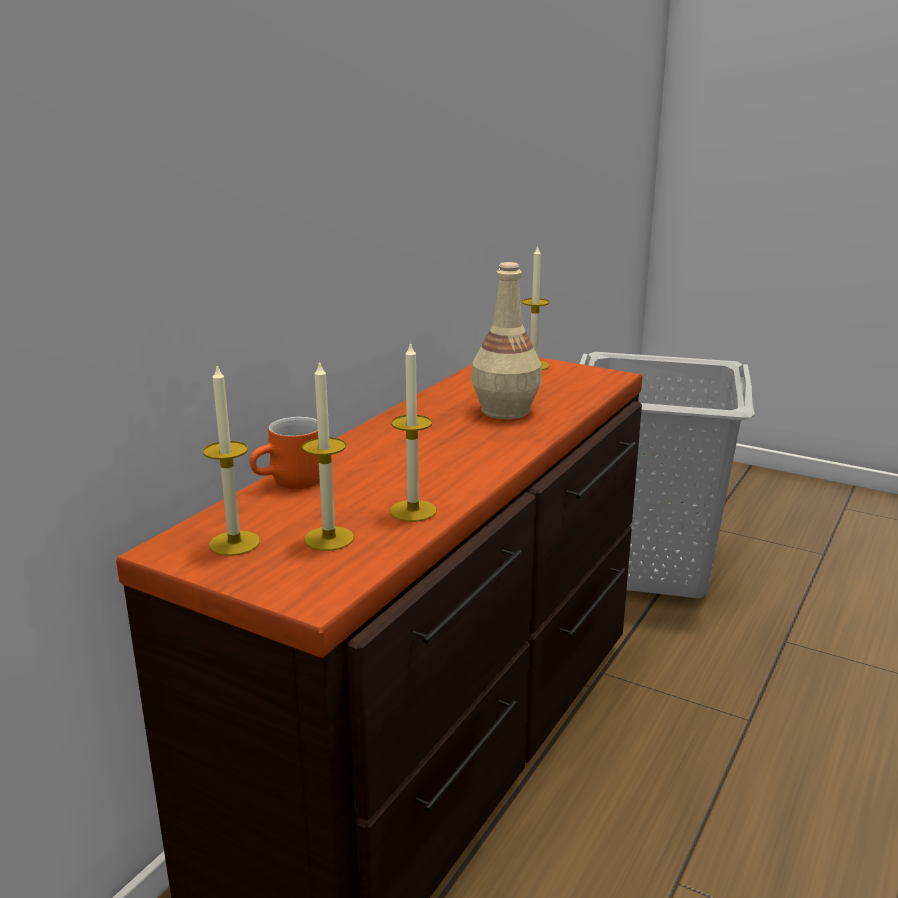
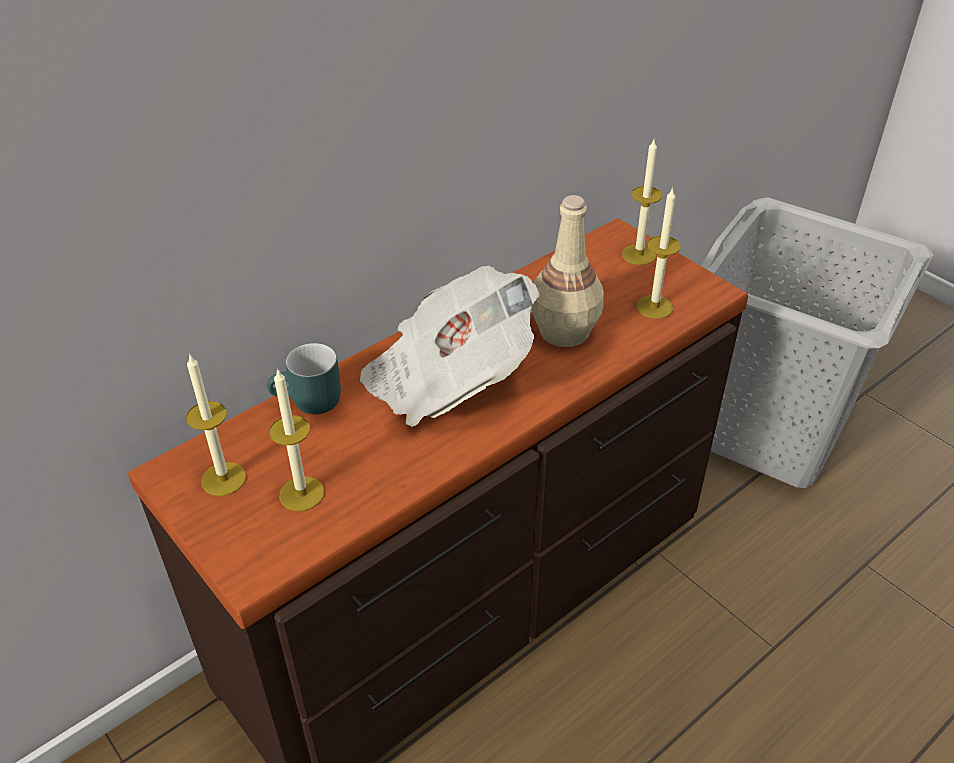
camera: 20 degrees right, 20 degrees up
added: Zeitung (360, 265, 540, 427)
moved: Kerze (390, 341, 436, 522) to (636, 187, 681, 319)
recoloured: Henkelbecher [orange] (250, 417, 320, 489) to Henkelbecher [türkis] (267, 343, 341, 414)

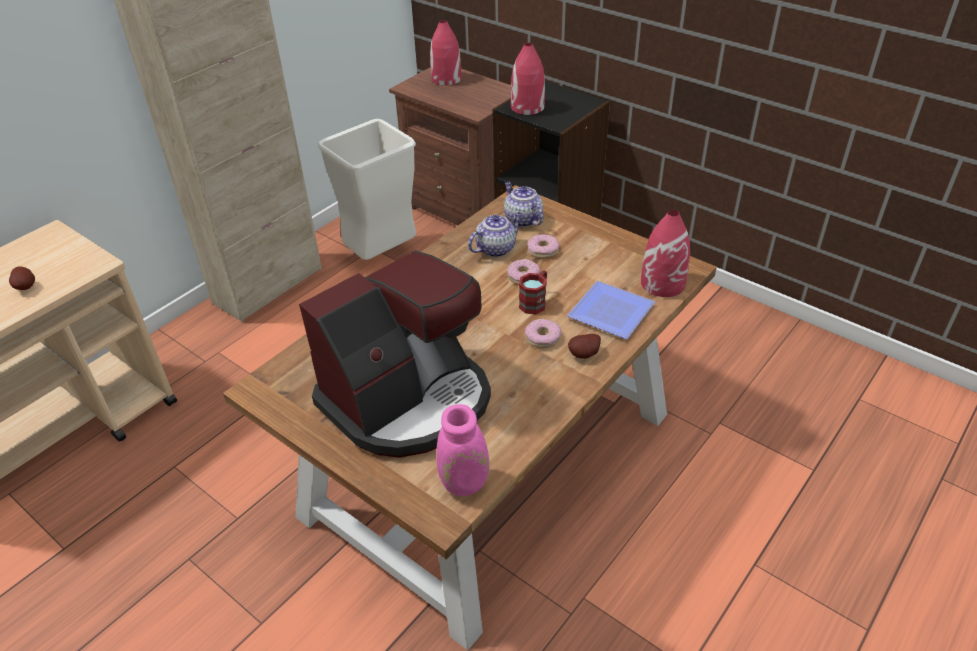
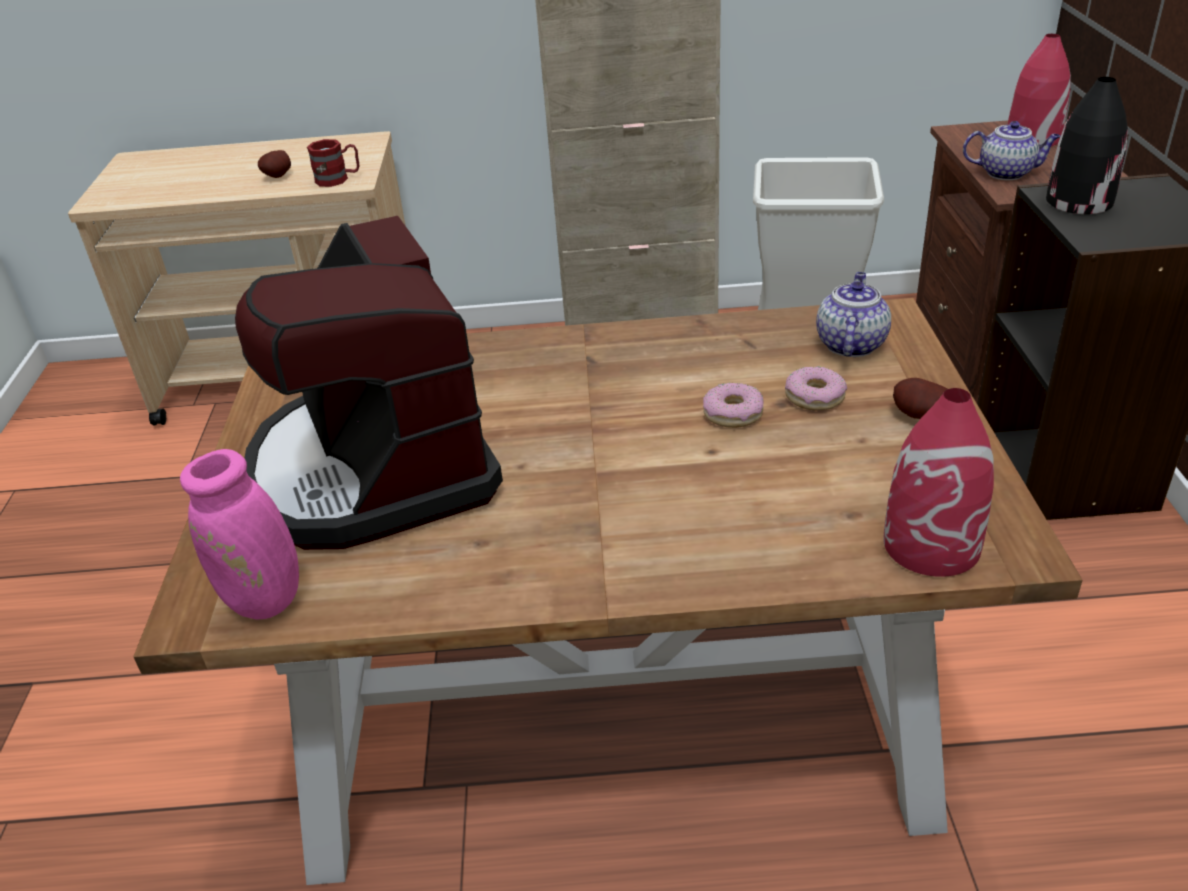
camera: 50 degrees right, 5 degrees down
removed: Teller (567, 281, 655, 339); Donut (525, 319, 561, 348)
moved: Teekanne (468, 212, 522, 257) to (963, 121, 1060, 180); Henkelbecher [rot] (519, 270, 547, 314) to (307, 139, 360, 187); Kartoffel (568, 334, 601, 359) to (893, 378, 947, 419)
recoloured: Vase [rot] (511, 43, 545, 115) to Vase [schwarz] (1046, 77, 1128, 214)
turned: Kaffeemaschine (299, 251, 491, 458) = (235, 216, 503, 550) 60 degrees clockwise

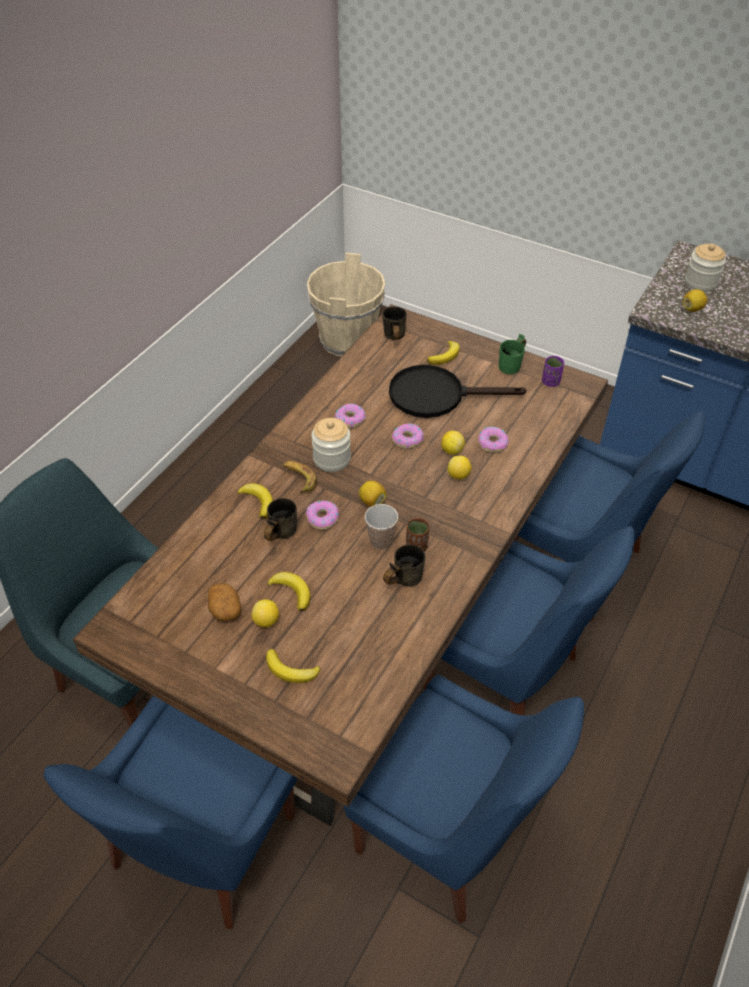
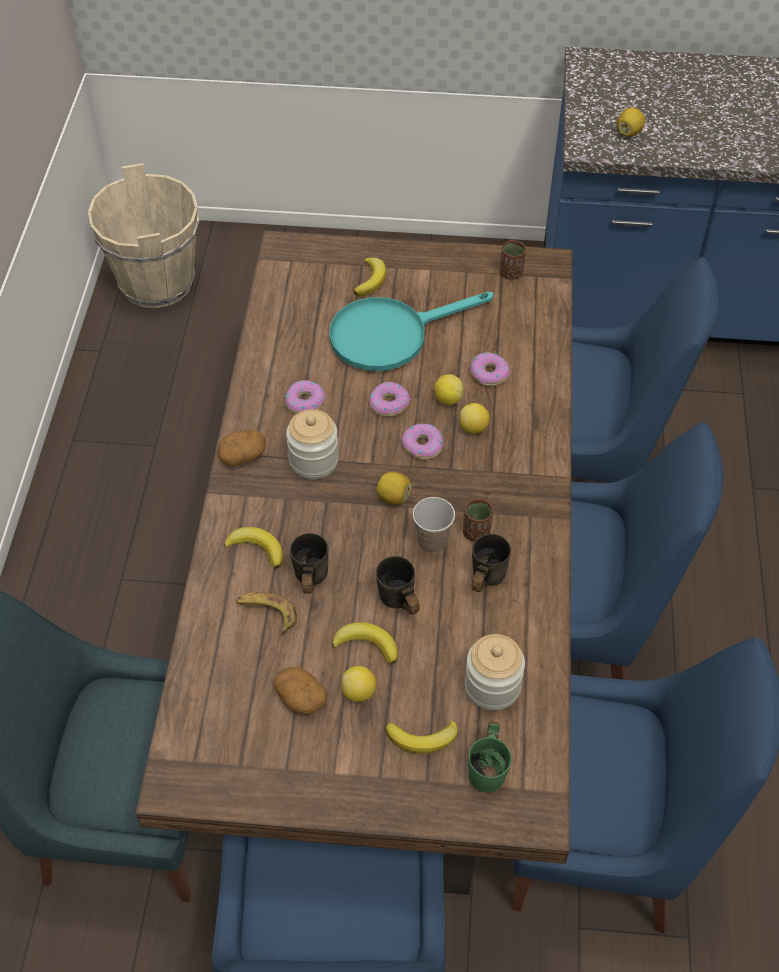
camera: 25 degrees left, 5 degrees up
added: Kartoffel (217, 430, 266, 466)
moved: Vorratsglas (685, 244, 726, 292) to (465, 634, 525, 711); Henkelbecher [grau] (382, 306, 406, 340) to (376, 556, 420, 615); Henkelbecher [grün] (499, 334, 526, 374) to (468, 721, 512, 792); Banane (283, 461, 317, 493) to (236, 592, 297, 635); Donut (306, 501, 339, 530) to (401, 423, 443, 459)
recoloured: Tasse [lila] (542, 356, 564, 387) to Tasse [braun] (500, 240, 526, 280); Pfanne [schwarz] (389, 365, 527, 418) to Pfanne [türkis] (329, 292, 494, 371)

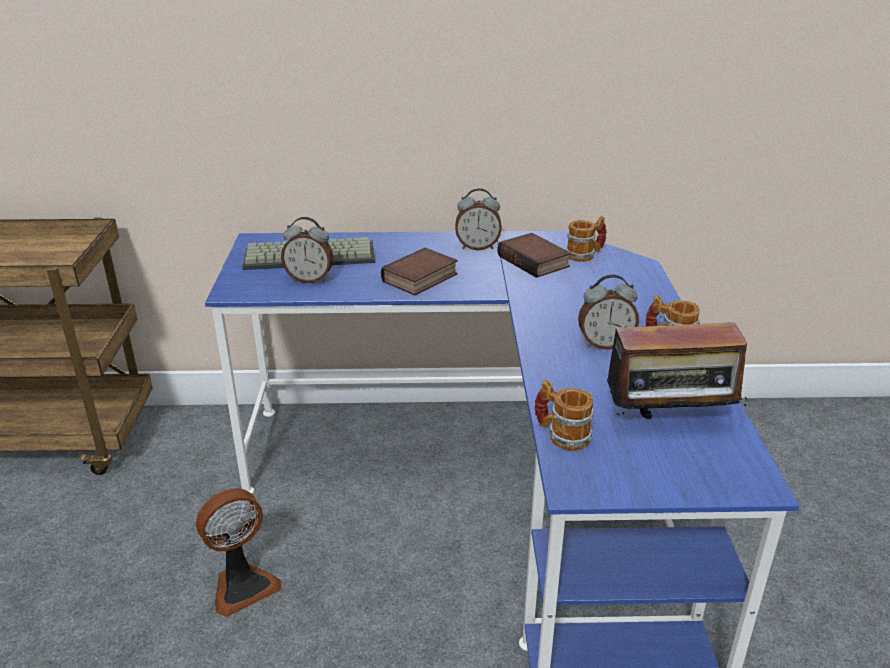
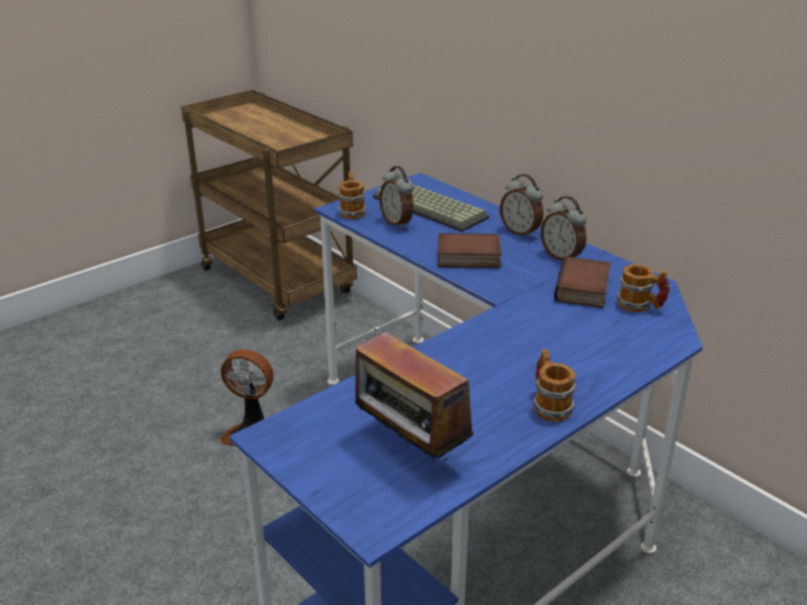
camera: 50 degrees right, 0 degrees up
moved: Wecker (578, 274, 639, 350) to (500, 174, 543, 238); Henkelbecher (534, 380, 593, 451) to (339, 172, 366, 219)

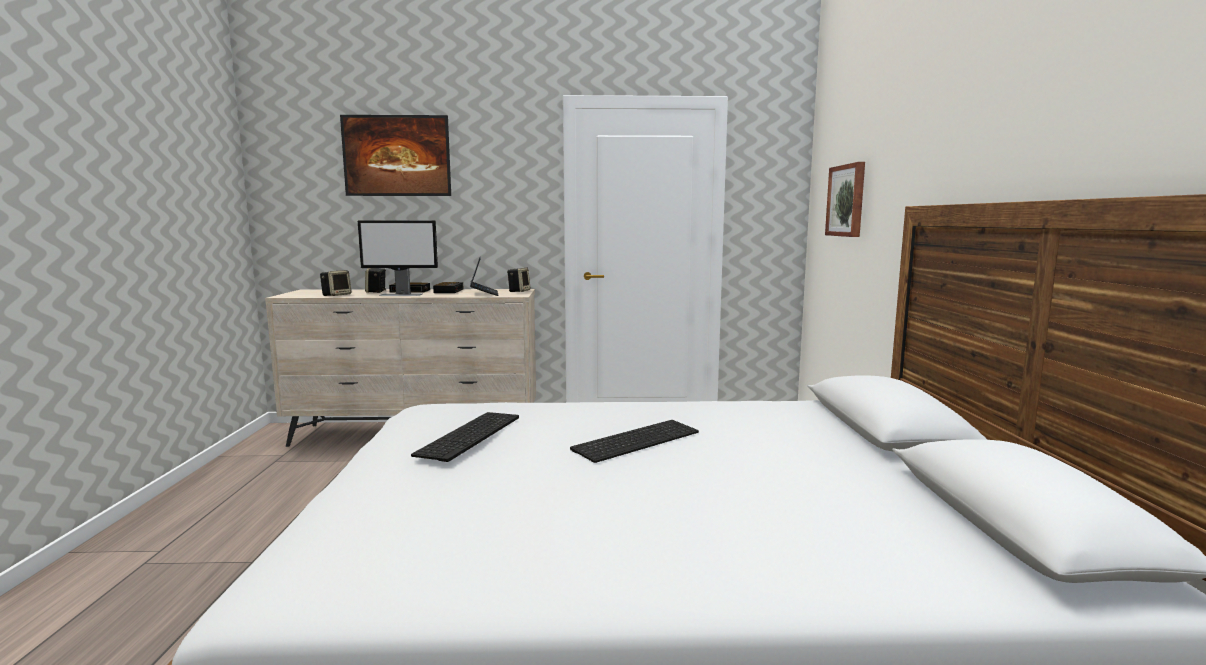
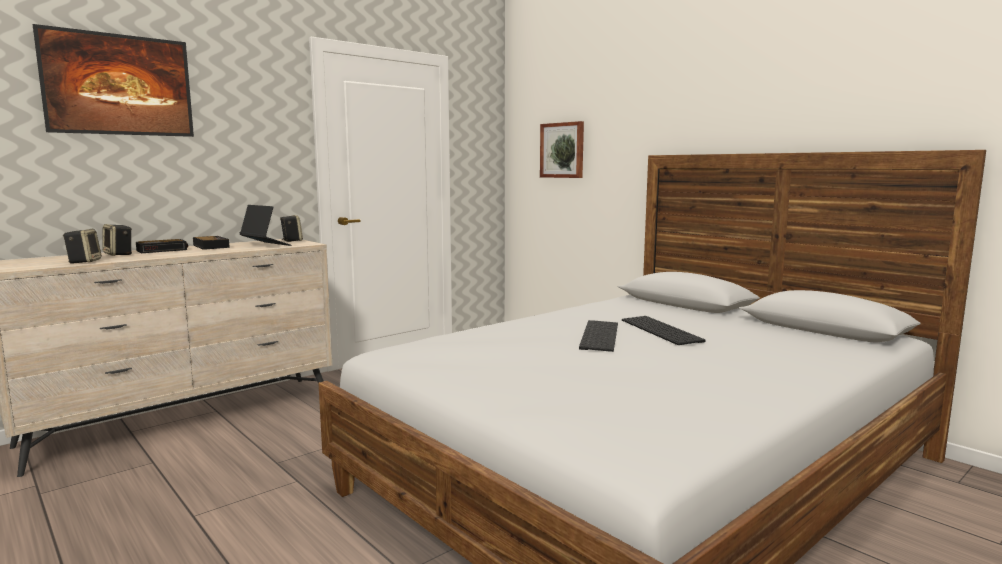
camera: 40 degrees left, 0 degrees up
removed: Monitor (358, 220, 438, 296)
moved: Tastatur (411, 412, 519, 462) to (622, 316, 705, 345)

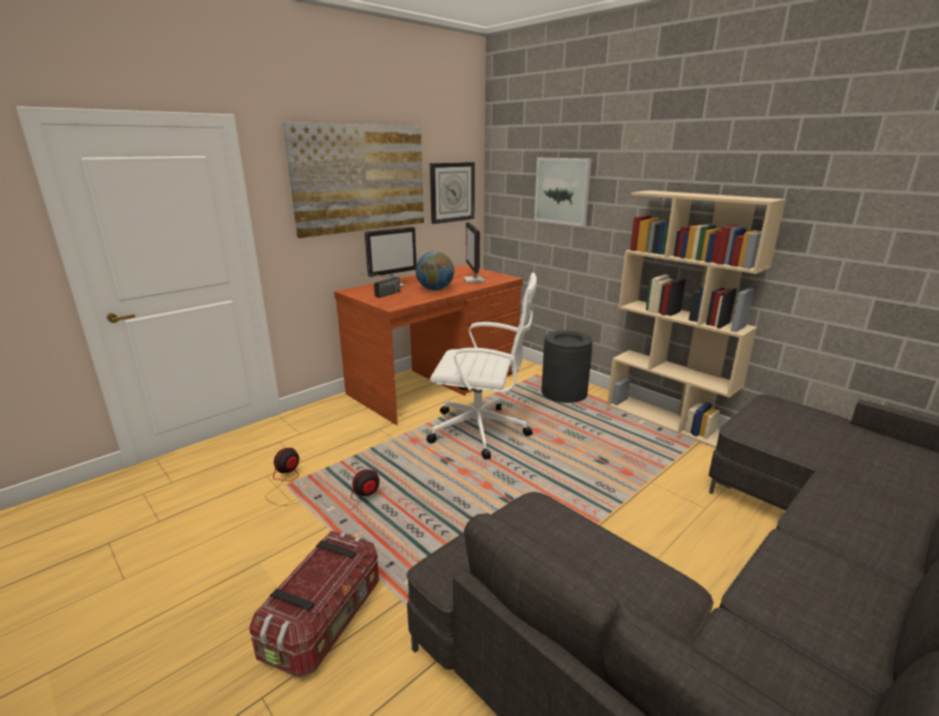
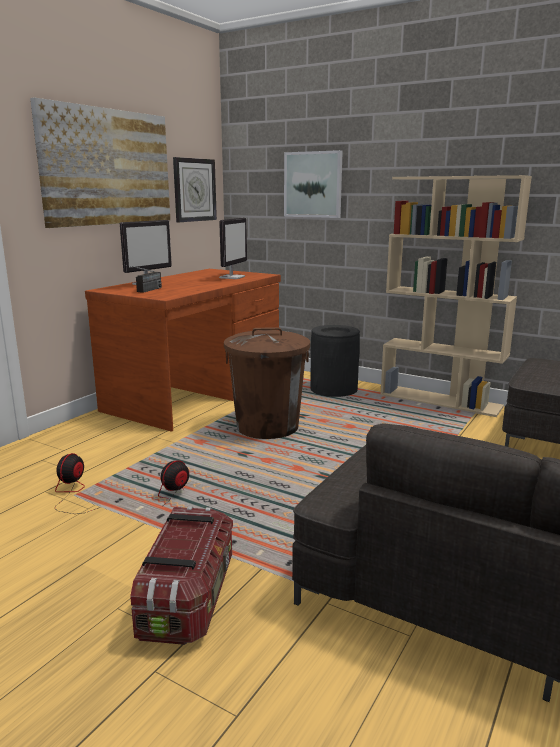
camera: 15 degrees left, 5 degrees down
removed: Globus (416, 251, 454, 290)
replaced: Bürostuhl [weiß] (426, 273, 537, 459) to Mülleimer [braun] (224, 327, 310, 439)
turned: Monitor (464, 222, 485, 283) = (219, 218, 247, 279) 135 degrees counterclockwise

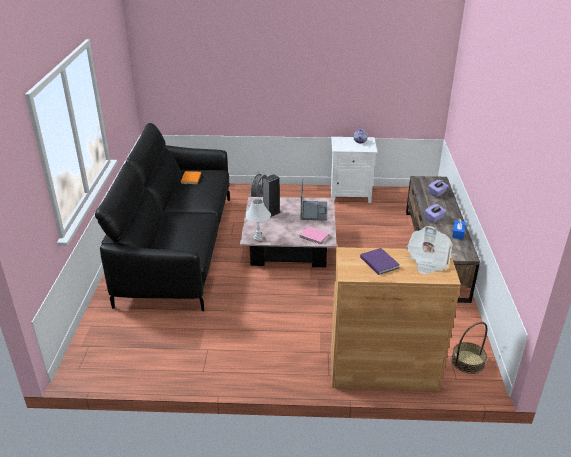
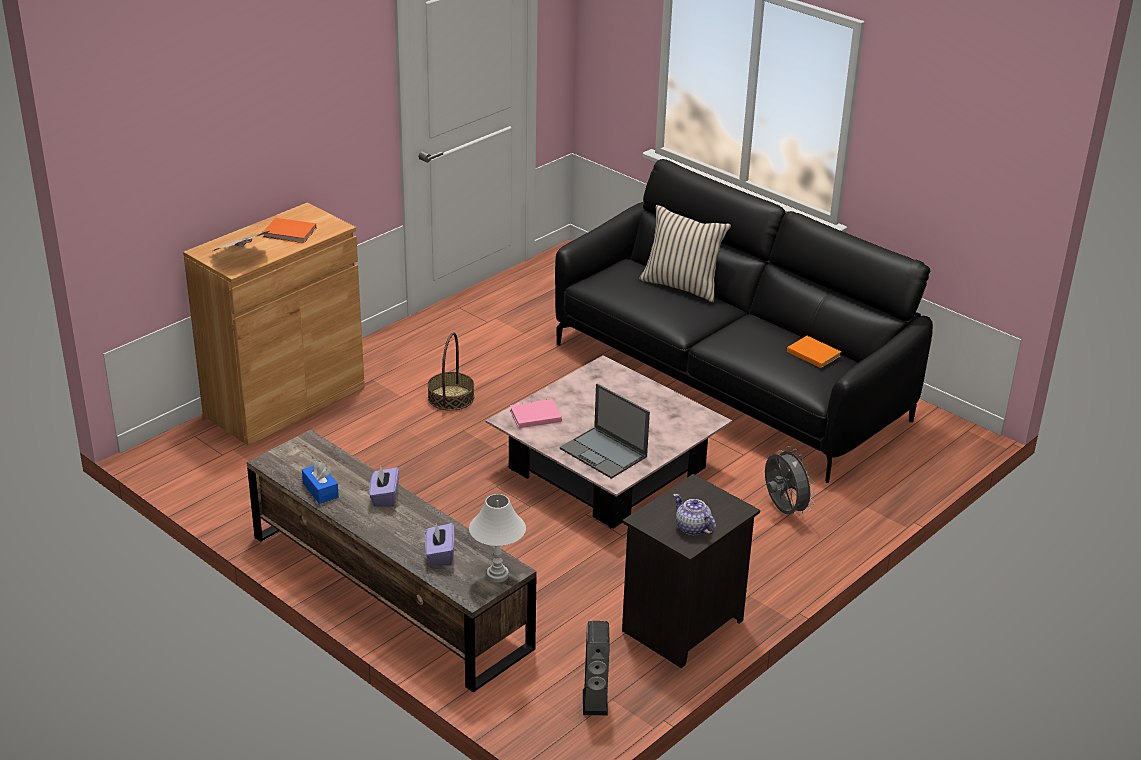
camera: 130 degrees right, 0 degrees up
added: Kissen [beige] (639, 205, 731, 302)
moved: Lautsprecher (262, 174, 281, 217) to (583, 621, 610, 716); Tischlampe [weiß] (245, 199, 271, 241) to (469, 494, 526, 582); Korb (451, 322, 487, 374) to (427, 332, 474, 411)
recoloured: Nachttisch [weiß] (331, 137, 377, 203) to Nachttisch [schwarz] (622, 474, 760, 668); Buch [lila] (360, 248, 400, 275) to Buch [orange] (262, 218, 316, 243)

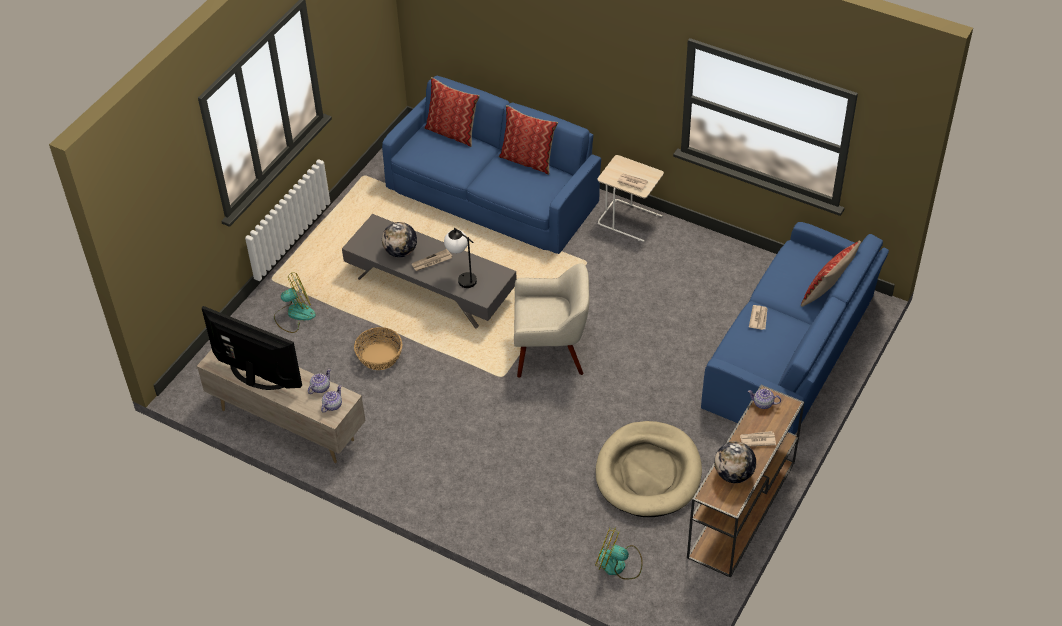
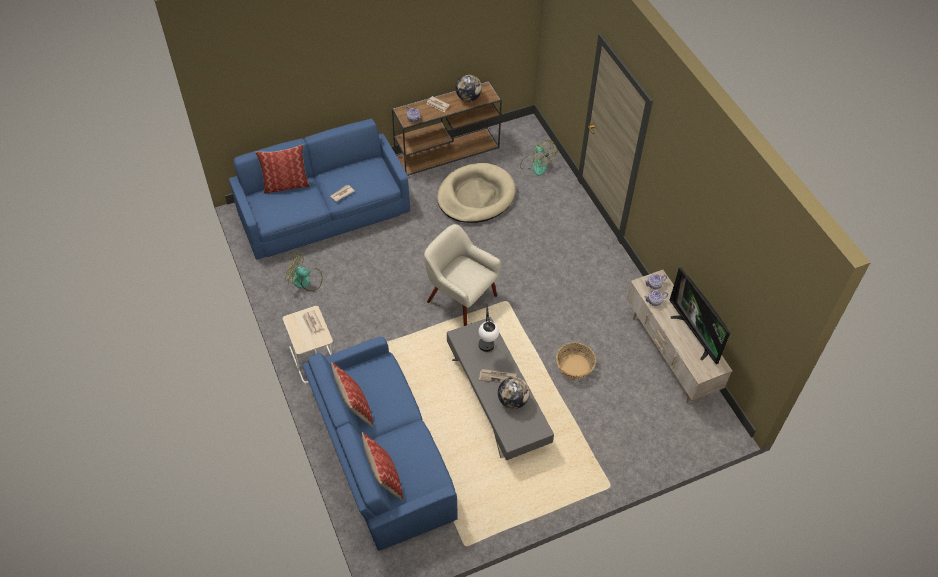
camera: 145 degrees left, 5 degrees up
moved: Ventilator (274, 273, 316, 333) to (285, 254, 323, 291)

